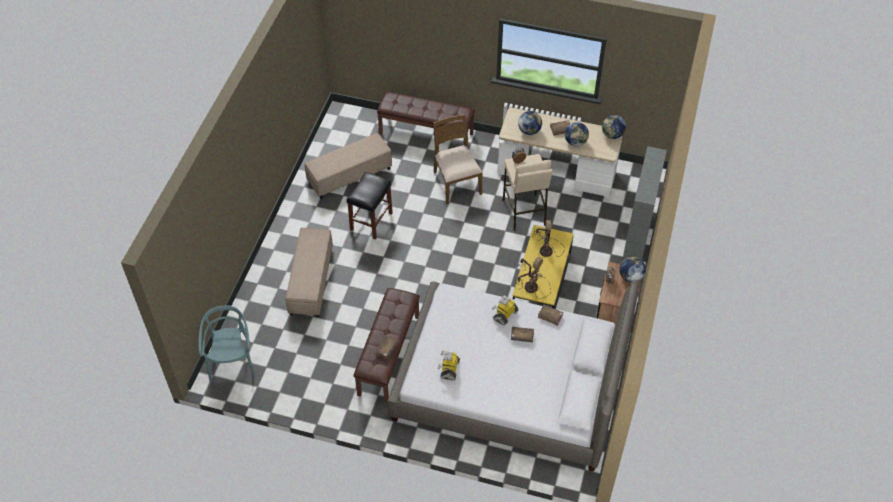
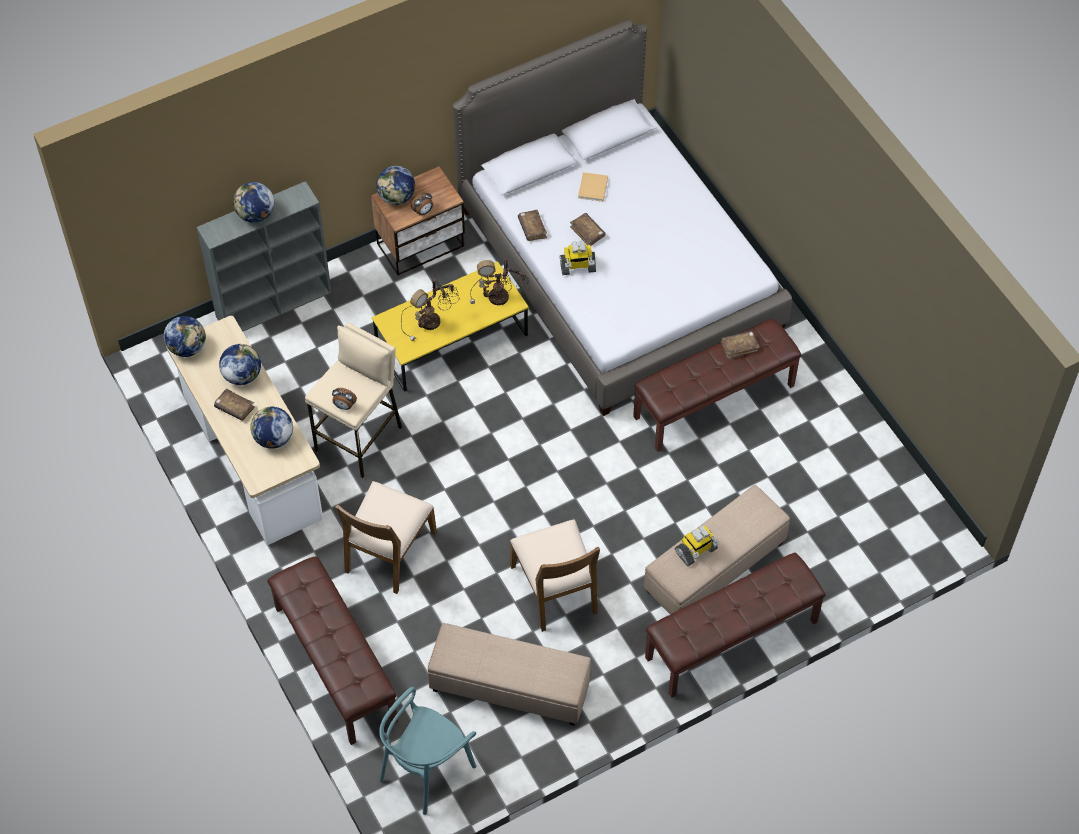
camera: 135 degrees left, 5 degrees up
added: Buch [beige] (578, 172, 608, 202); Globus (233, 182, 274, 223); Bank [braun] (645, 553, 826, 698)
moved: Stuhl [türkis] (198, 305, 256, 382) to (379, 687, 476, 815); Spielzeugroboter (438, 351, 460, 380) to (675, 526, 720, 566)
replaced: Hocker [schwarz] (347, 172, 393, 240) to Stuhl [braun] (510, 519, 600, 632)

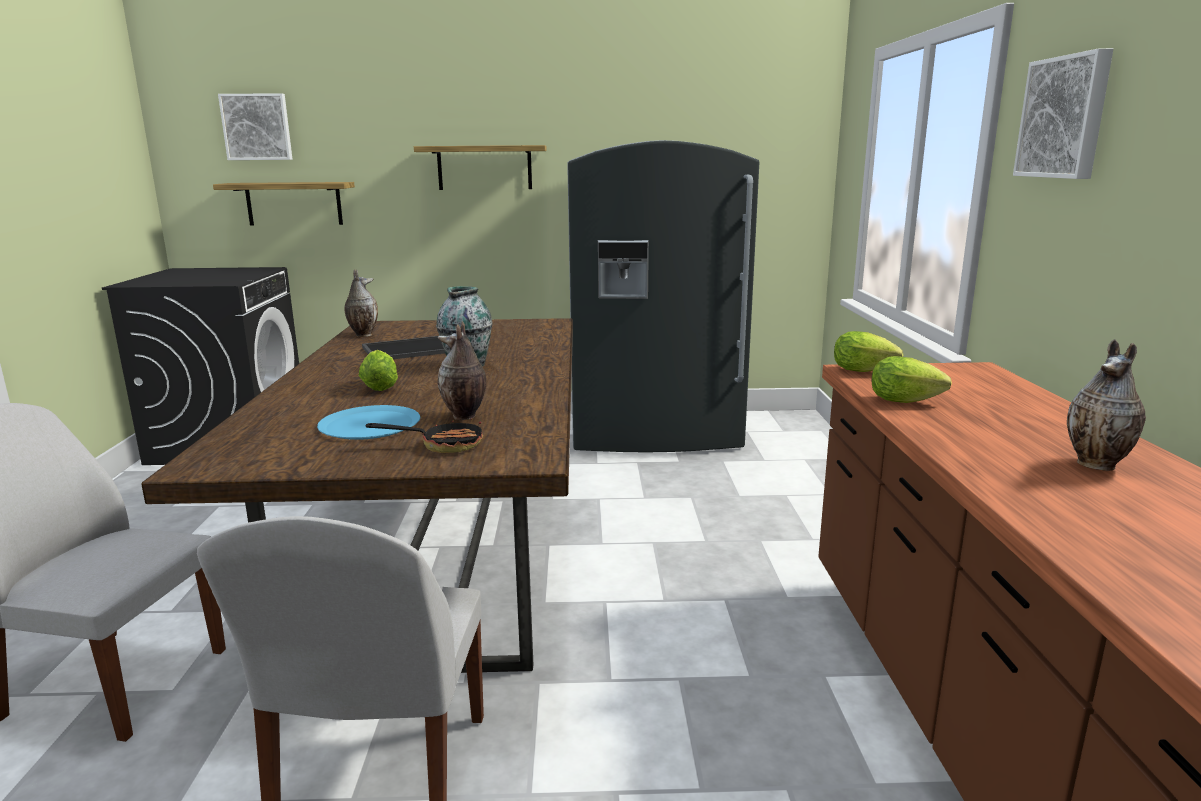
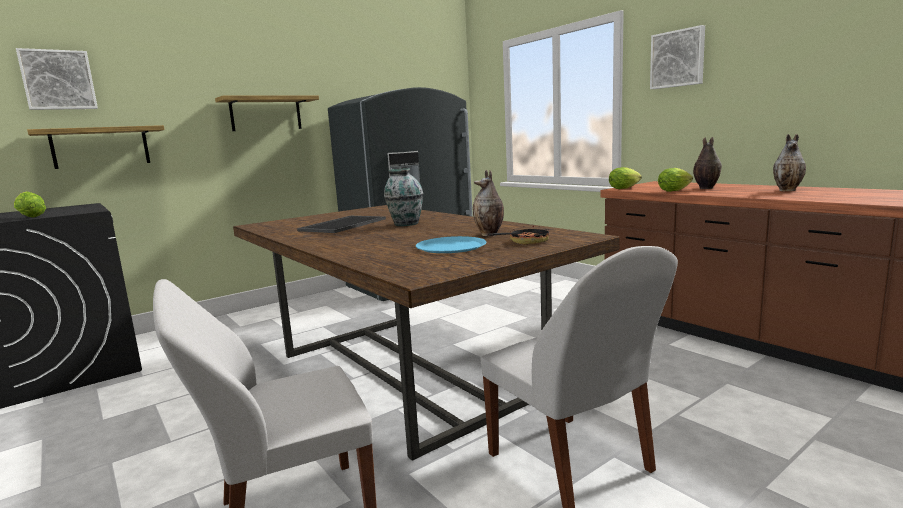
camera: 35 degrees left, 5 degrees down
moved: Vase (344, 269, 378, 337) to (693, 137, 722, 189); Salatkopf (359, 350, 398, 391) to (14, 192, 46, 218)

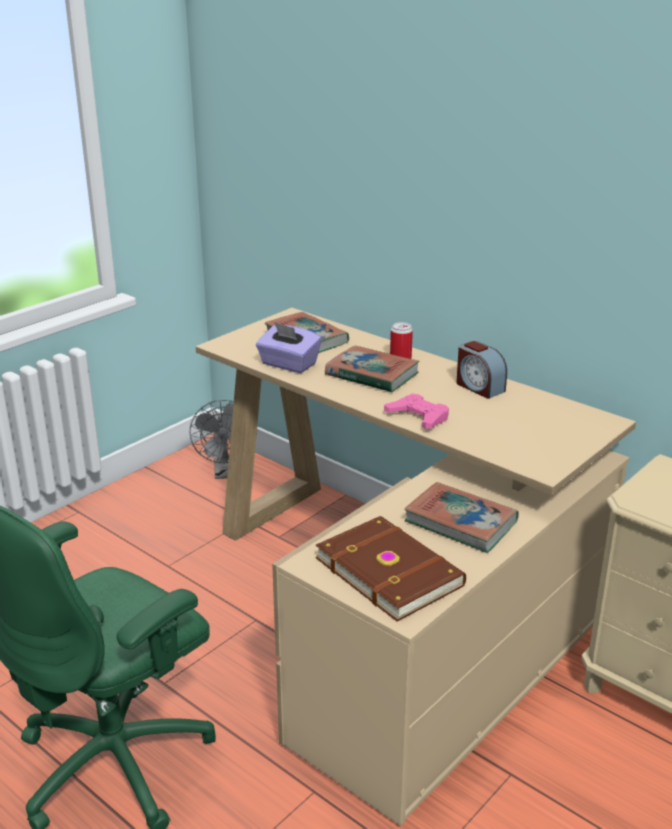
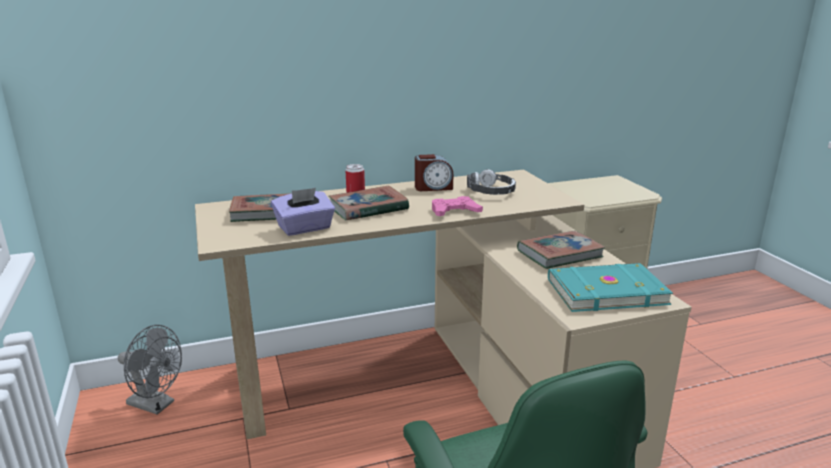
camera: 60 degrees left, 5 degrees down
added: Kopfhörer (467, 169, 516, 195)
recoloured: Buch [braun] (316, 516, 466, 622) to Buch [türkis] (548, 263, 673, 312)

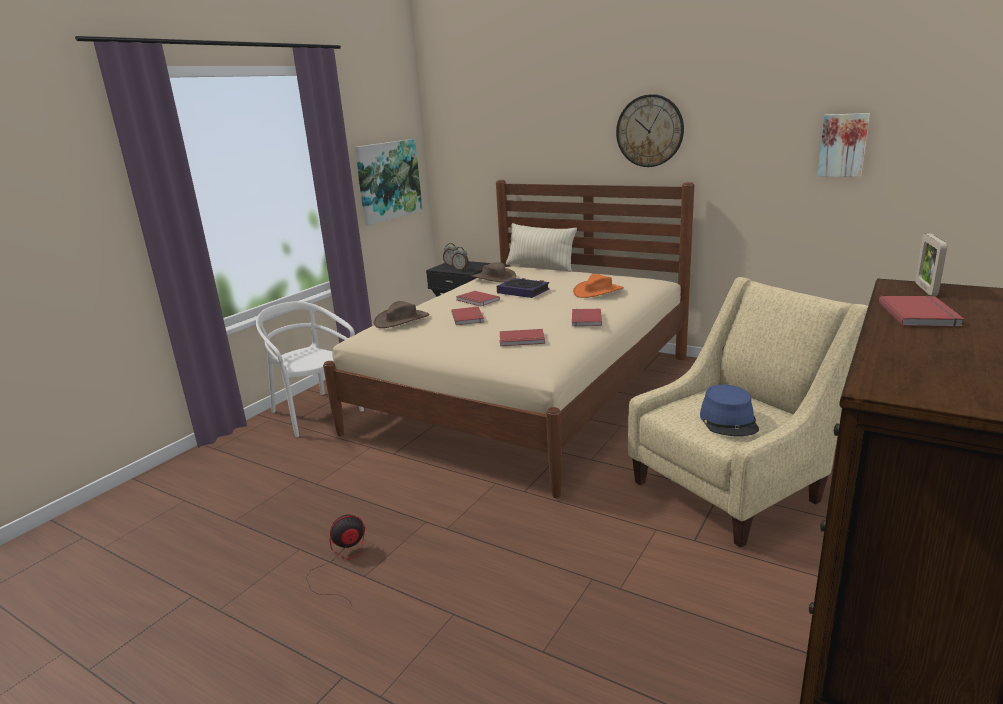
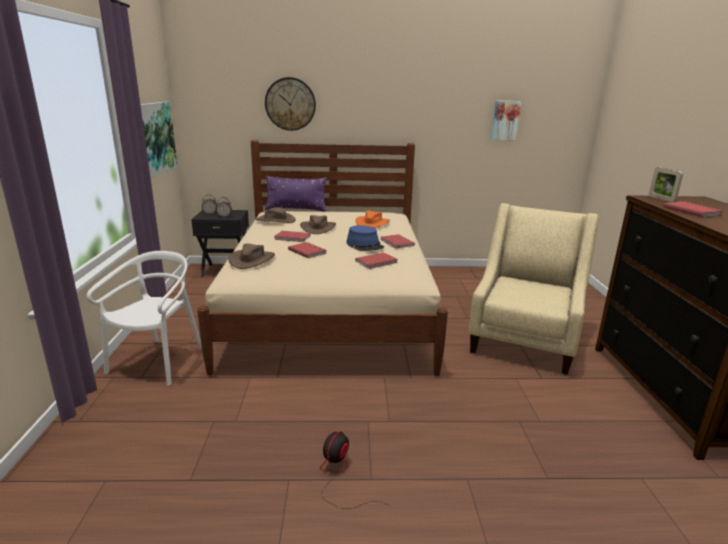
camera: 35 degrees left, 0 degrees up
moved: Wanduhr (616, 94, 684, 167) to (265, 77, 316, 131); Hut [blau] (700, 384, 759, 436) to (346, 225, 384, 251)
replaced: Buch (497, 278, 549, 298) to Hut [braun] (300, 215, 336, 234)
recoloured: Kissen [beige] (506, 223, 577, 272) to Kissen [lila] (265, 176, 327, 212)
turned: Stuhl [weiß] (256, 301, 364, 437) = (87, 251, 202, 386) 90 degrees clockwise

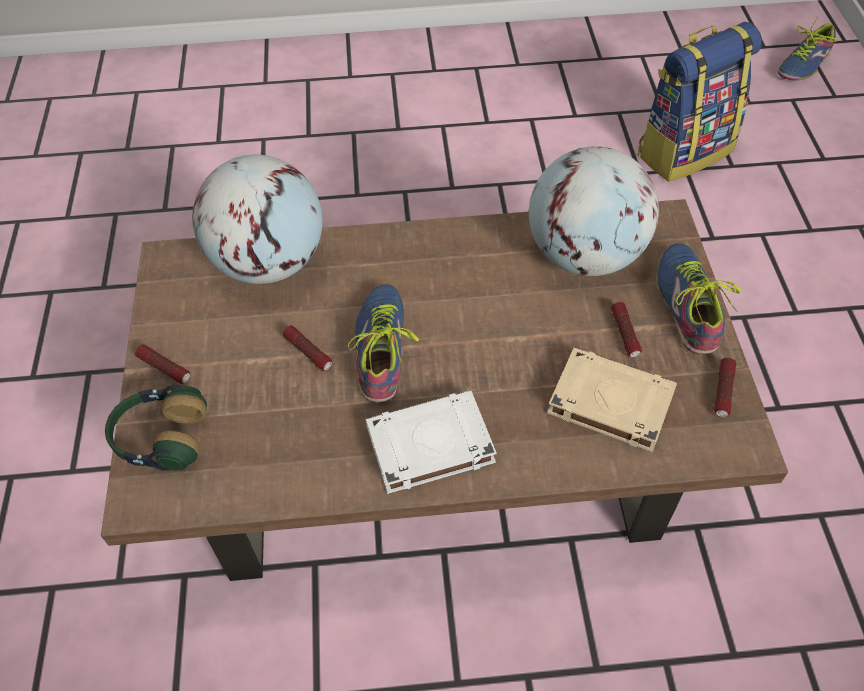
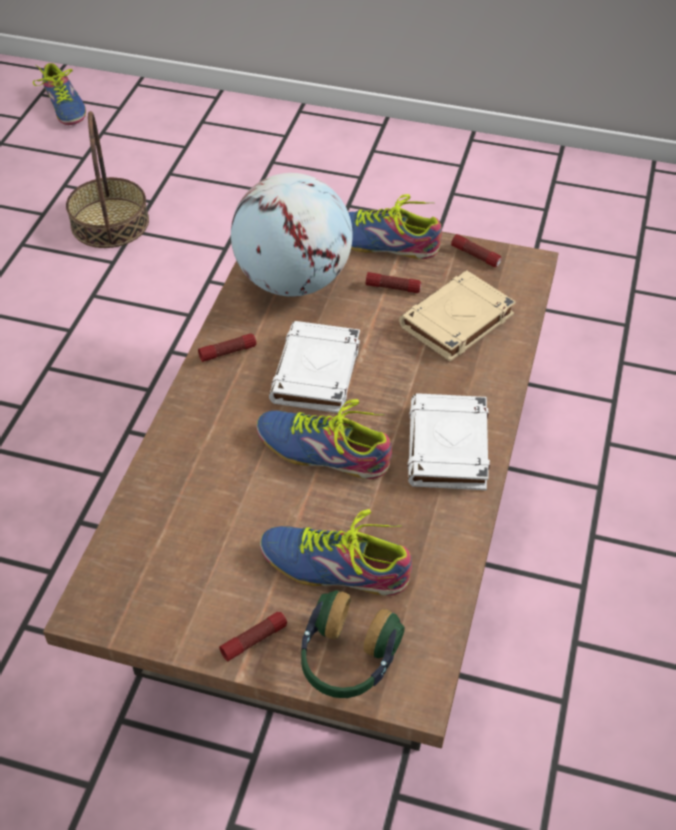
camera: 70 degrees left, 5 degrees down
removed: Globus (192, 155, 323, 284)
added: Buch [weiß] (269, 321, 360, 413); Schuh (260, 509, 412, 596)
moved: Taschenlampe (283, 325, 332, 371) to (198, 333, 256, 362)
replaced: Rucksack (638, 22, 762, 182) to Korb (66, 111, 149, 248)

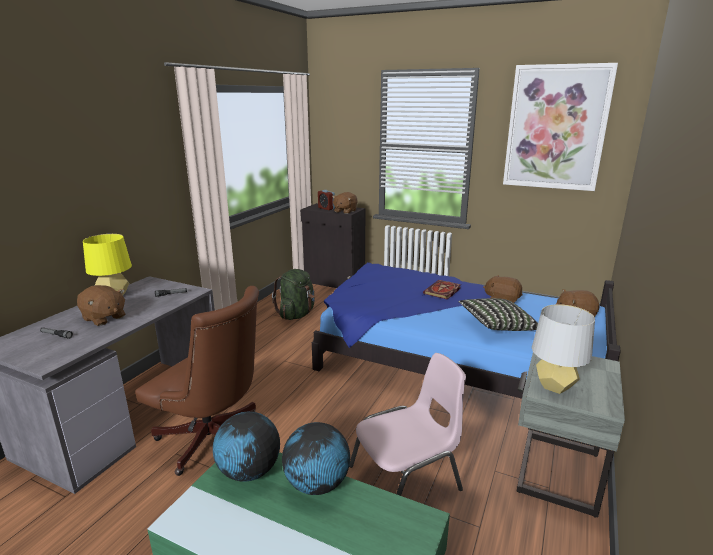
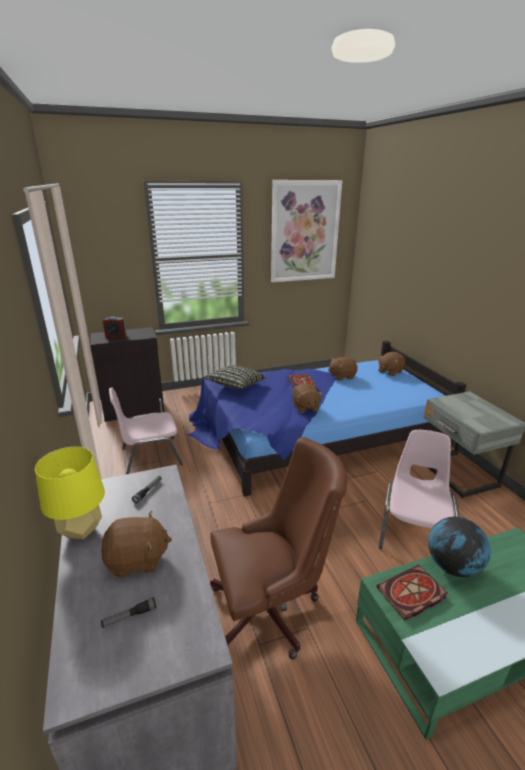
camera: 45 degrees left, 5 degrees up
removed: Tischlampe [grau] (532, 304, 595, 394)
moved: Plüschtier [braun] (332, 192, 358, 214) to (292, 383, 323, 413); Kissen (459, 298, 538, 331) to (204, 365, 266, 389)
replaced: Rucksack [grün] (272, 269, 315, 320) to Stuhl [rosa] (109, 387, 183, 474); Globus (213, 412, 280, 482) to Buch (377, 564, 448, 621)

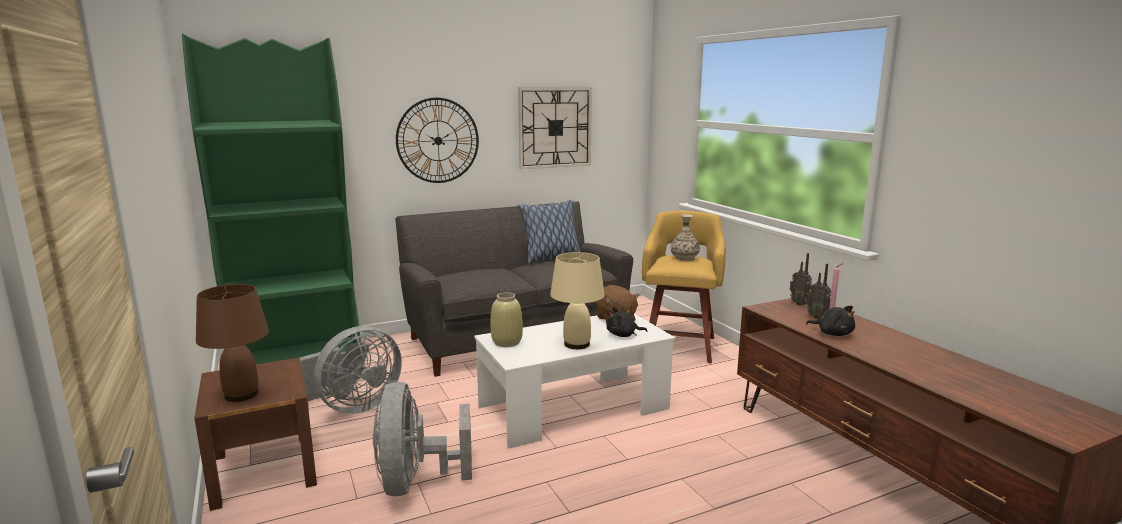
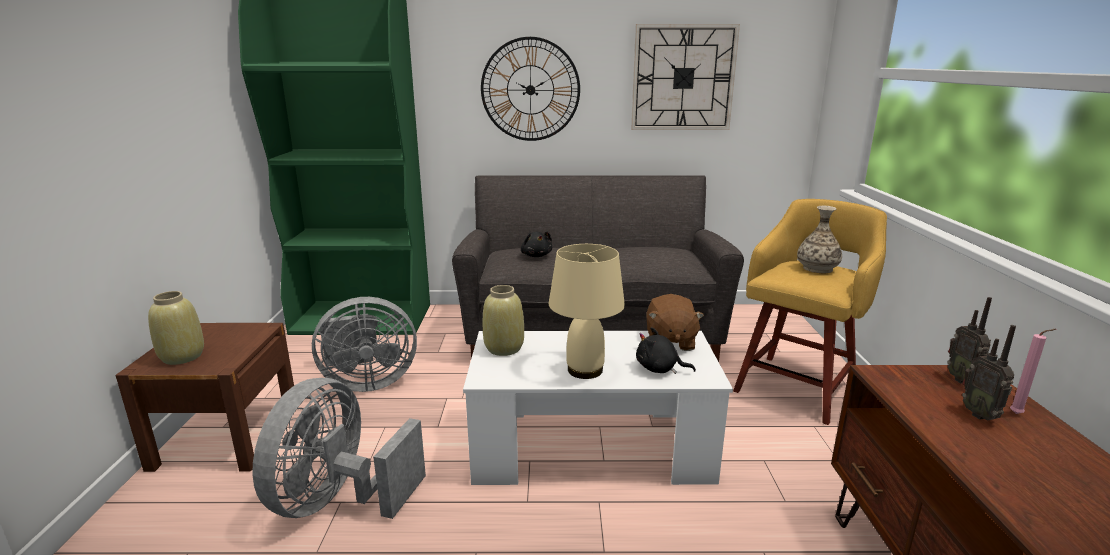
camera: 25 degrees right, 5 degrees up
removed: Kissen (518, 200, 580, 264)
moved: Plüschtier [schwarz] (806, 306, 855, 336) to (521, 231, 552, 257)
replaced: Tischlampe [braun] (196, 284, 269, 402) to Vase [beige] (148, 291, 204, 365)

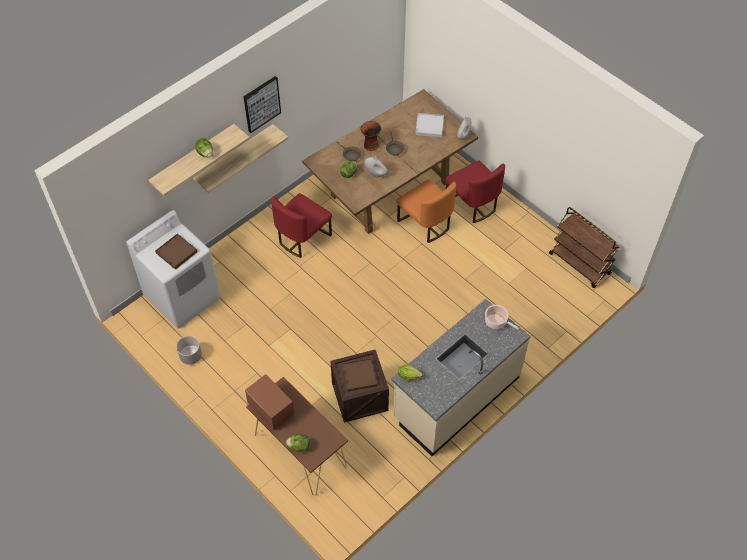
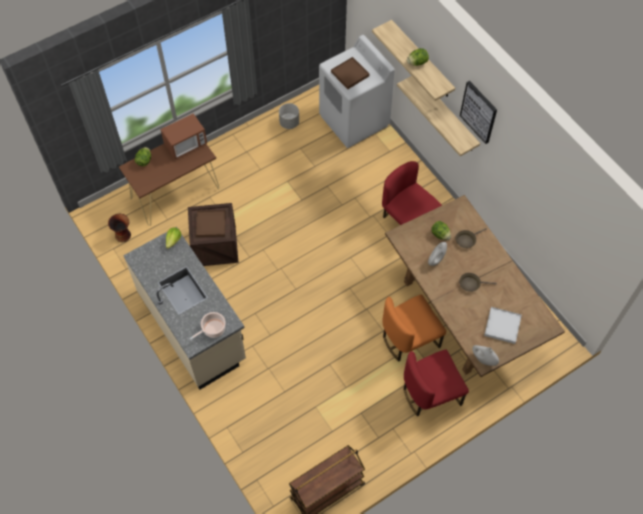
camera: 100 degrees right, 5 degrees up
moved: Vase (361, 121, 381, 151) to (108, 214, 131, 242)

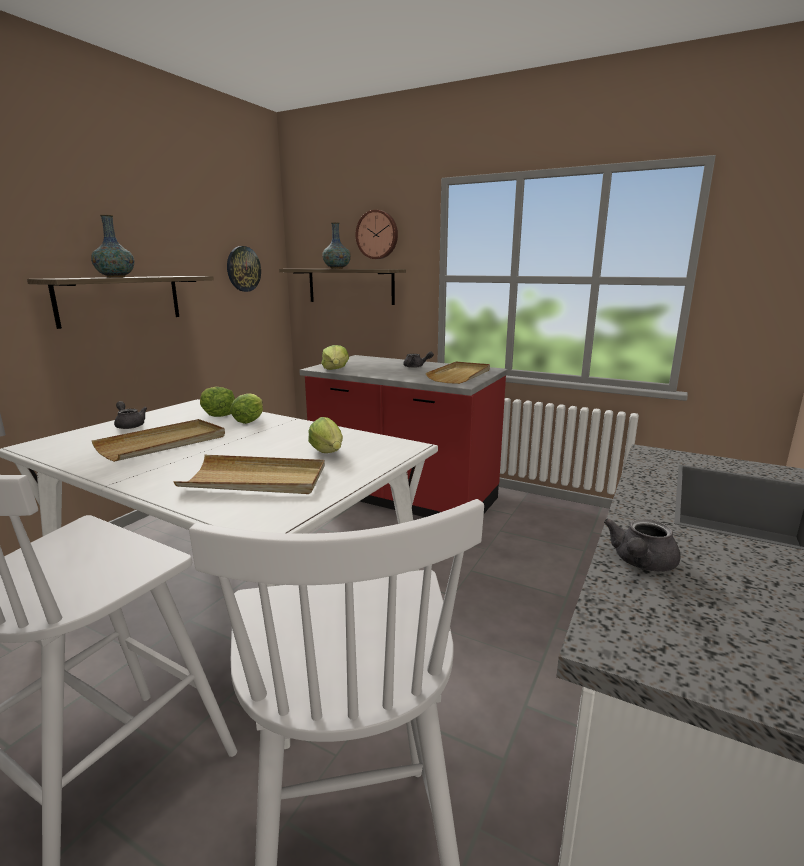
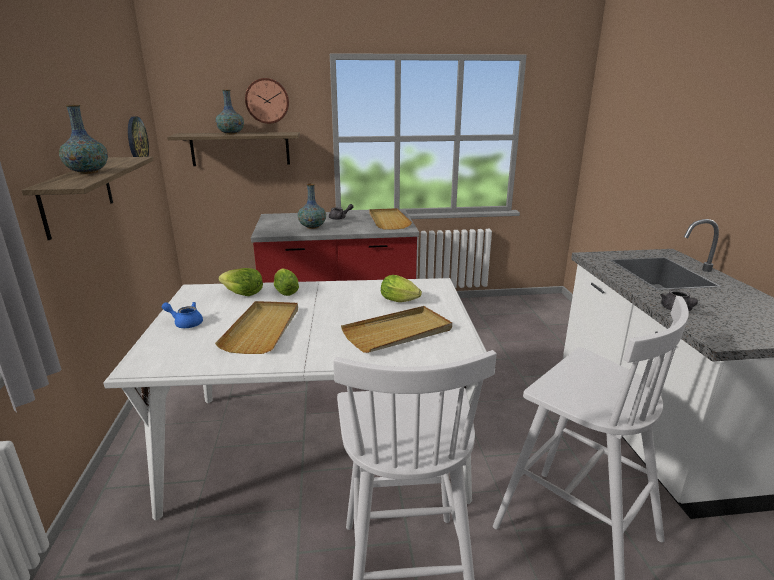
camera: 35 degrees left, 5 degrees up
removed: Salatkopf (321, 345, 349, 370)
added: Vase (298, 183, 326, 229)
recoloured: Teekanne [grau] (114, 401, 147, 429) to Teekanne [blau] (162, 302, 203, 328)

